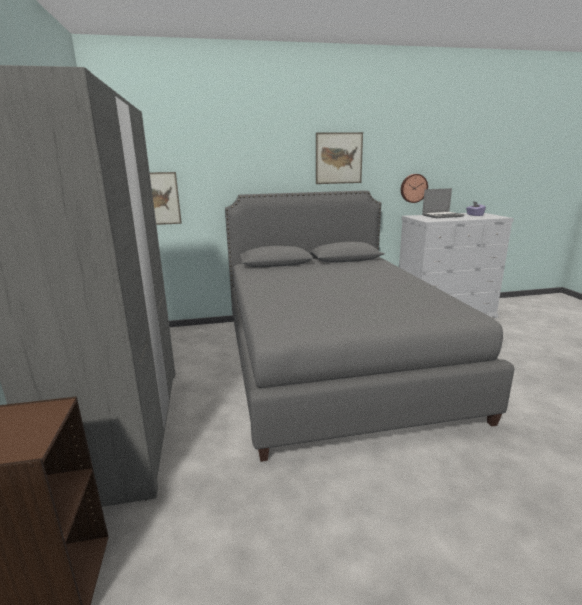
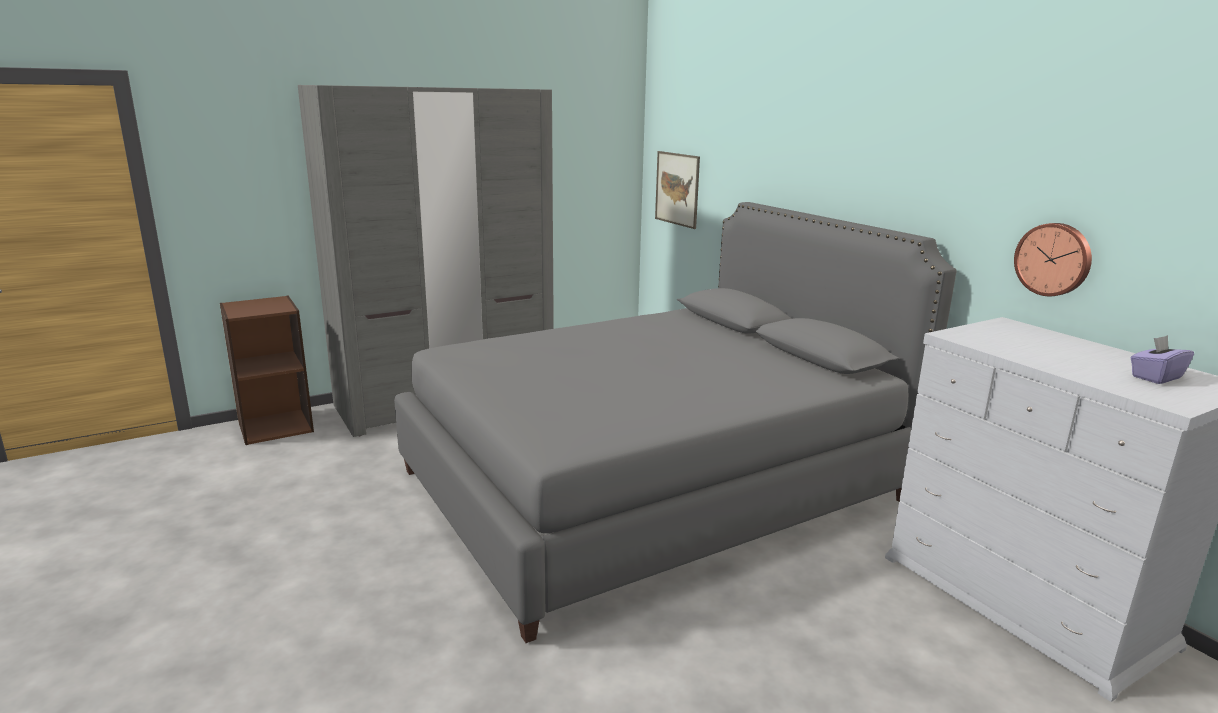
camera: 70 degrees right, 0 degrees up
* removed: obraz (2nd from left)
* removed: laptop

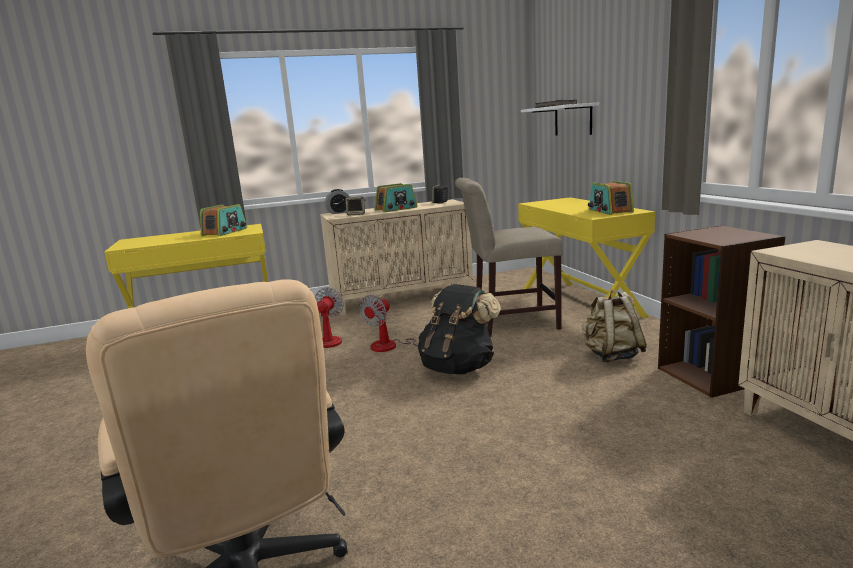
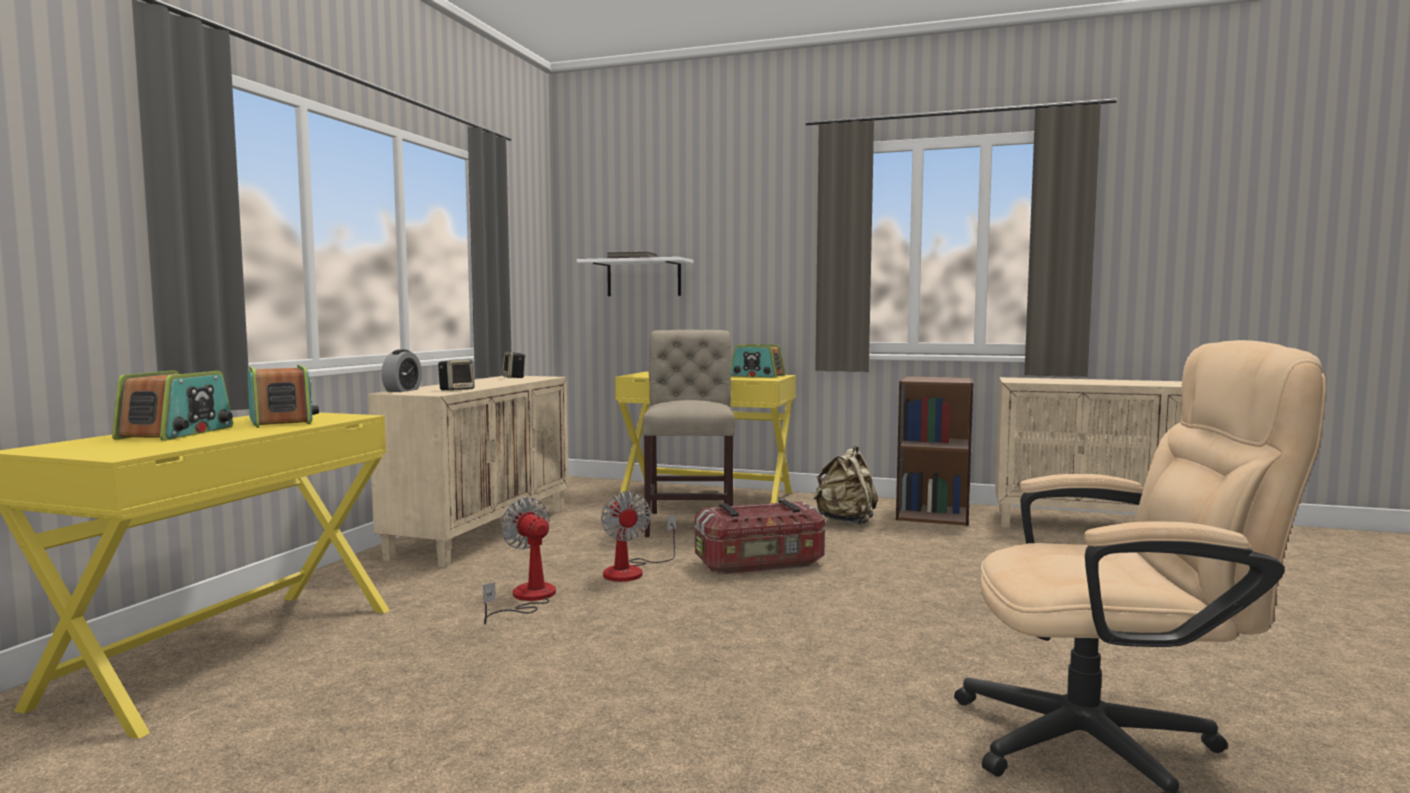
camera: 55 degrees left, 10 degrees down
* turned: krzesło (beżowy) 150 degrees clockwise
* moved: radio (2nd from left in the first image) to radio (1st from left)
* replaced: plecak (czarny) to pojemnik do przechowywania

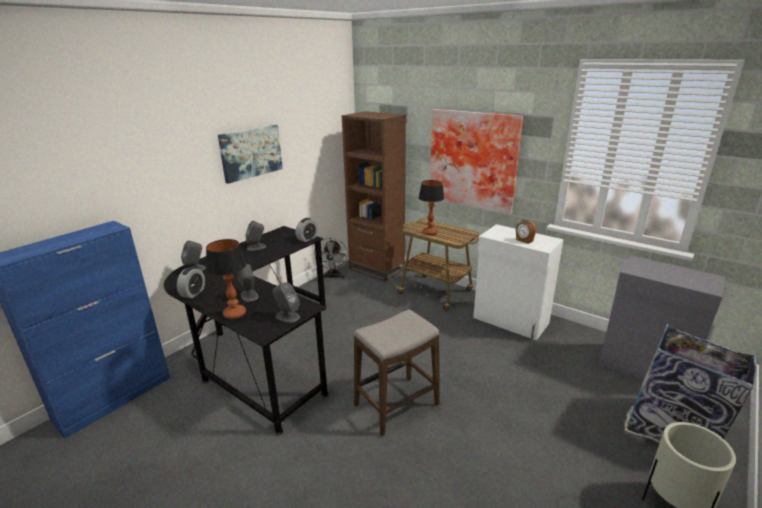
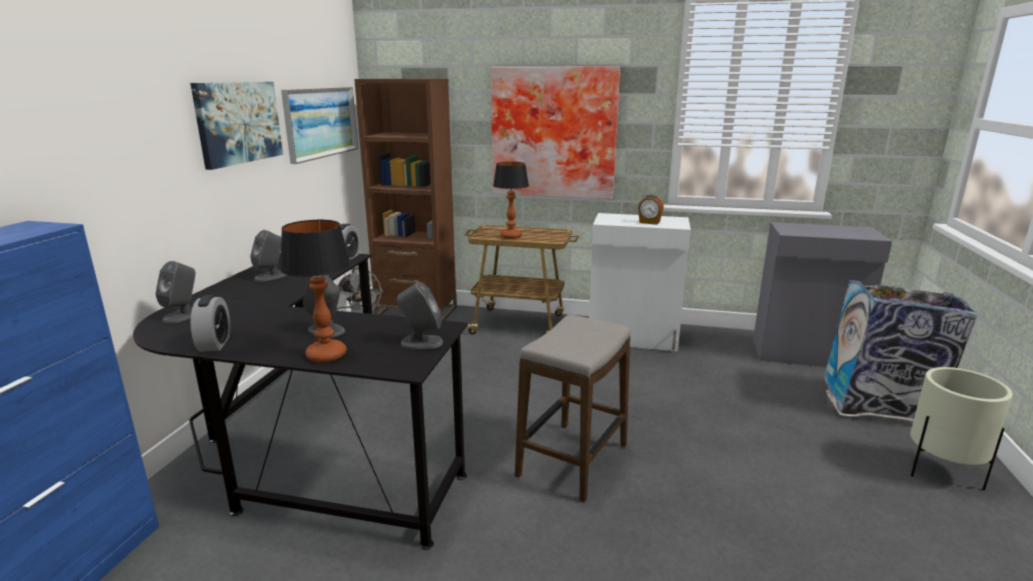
camera: 25 degrees left, 5 degrees down
* added: obraz (2nd from left)

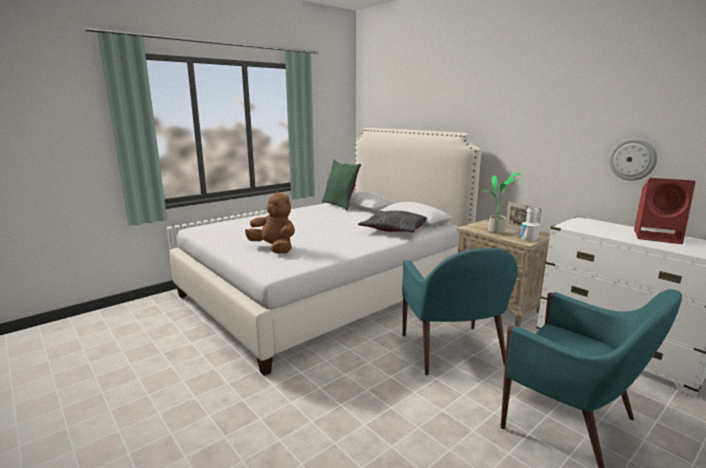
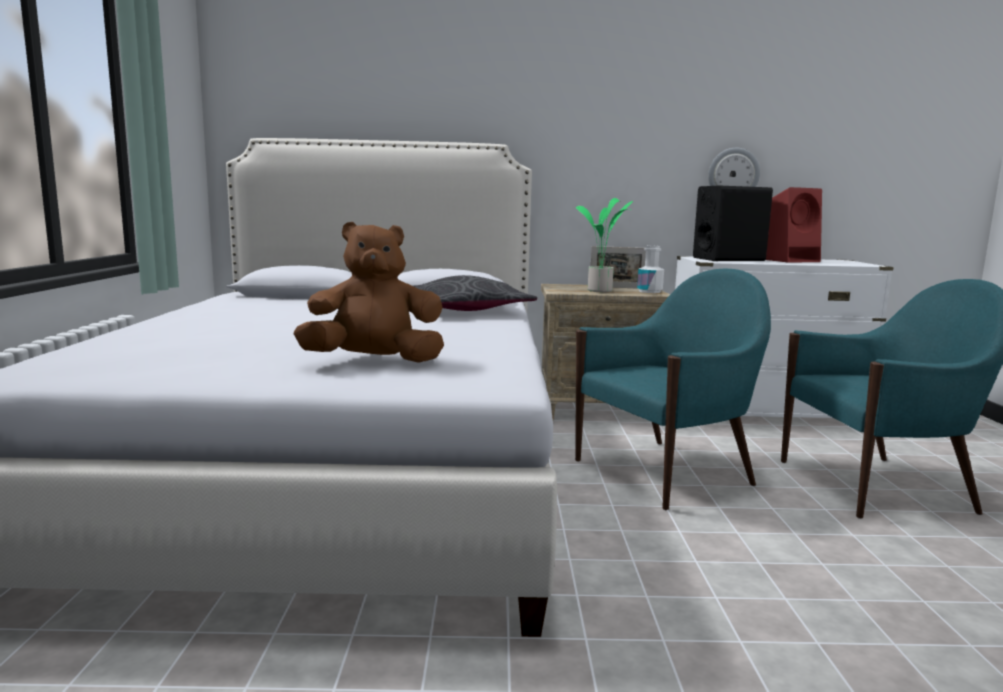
camera: 50 degrees left, 5 degrees down
* removed: poduszka (zielony)
* turned: fotel (turkusowy) (1st from left) 60 degrees counterclockwise
* added: głośnik (czarny)

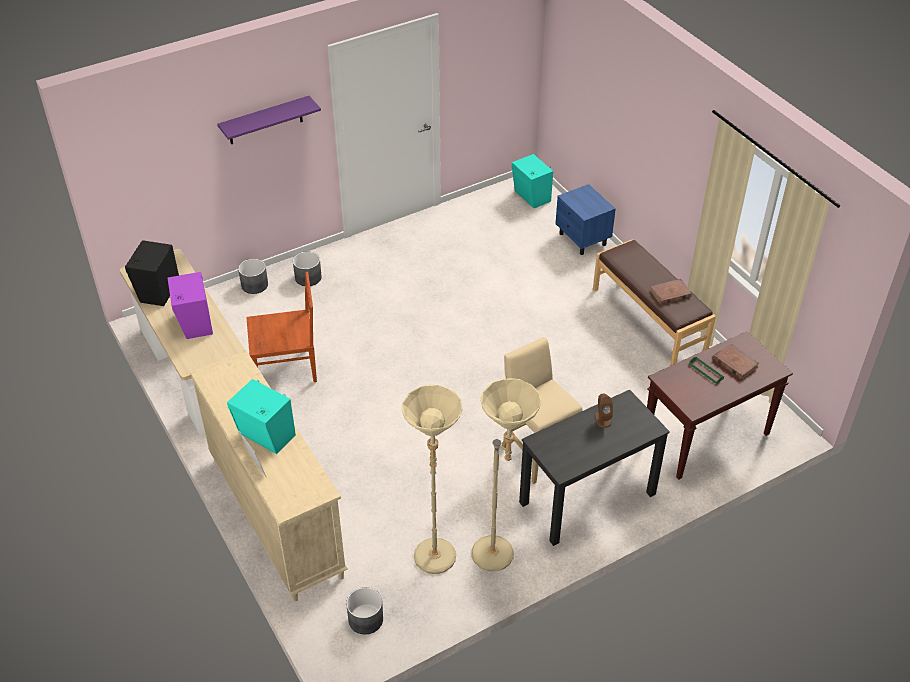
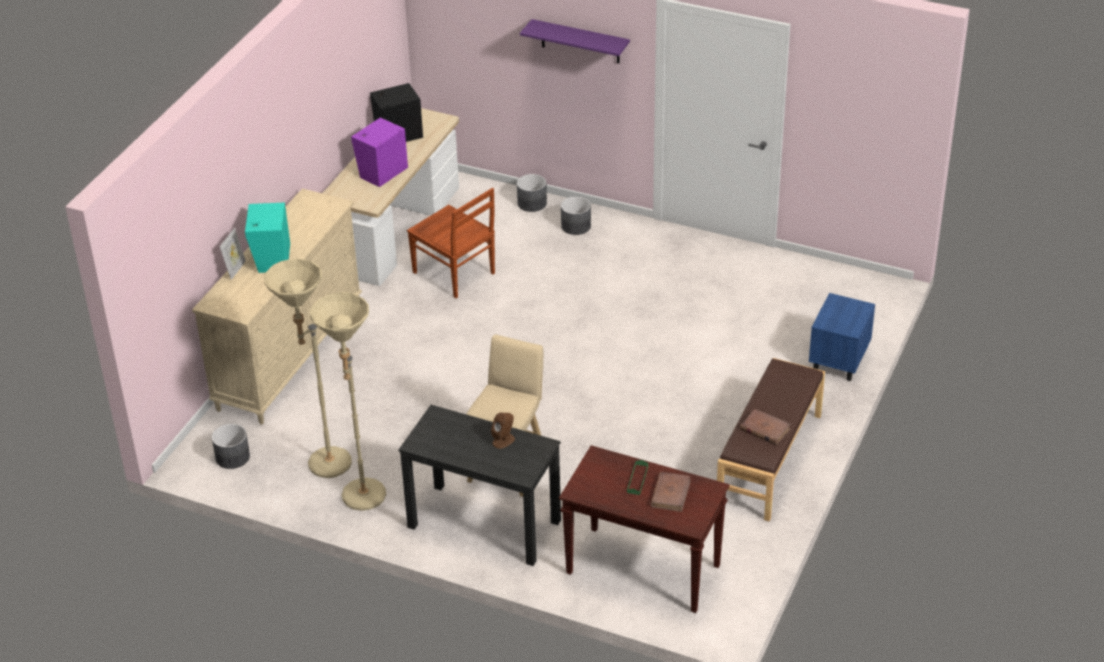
camera: 55 degrees right, 5 degrees down
* removed: głośnik (turkusowy) (2nd from left)

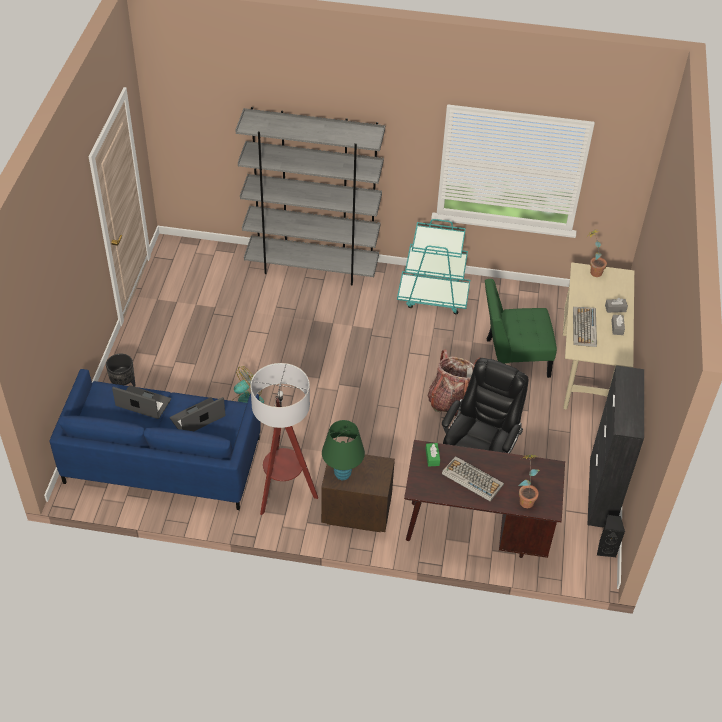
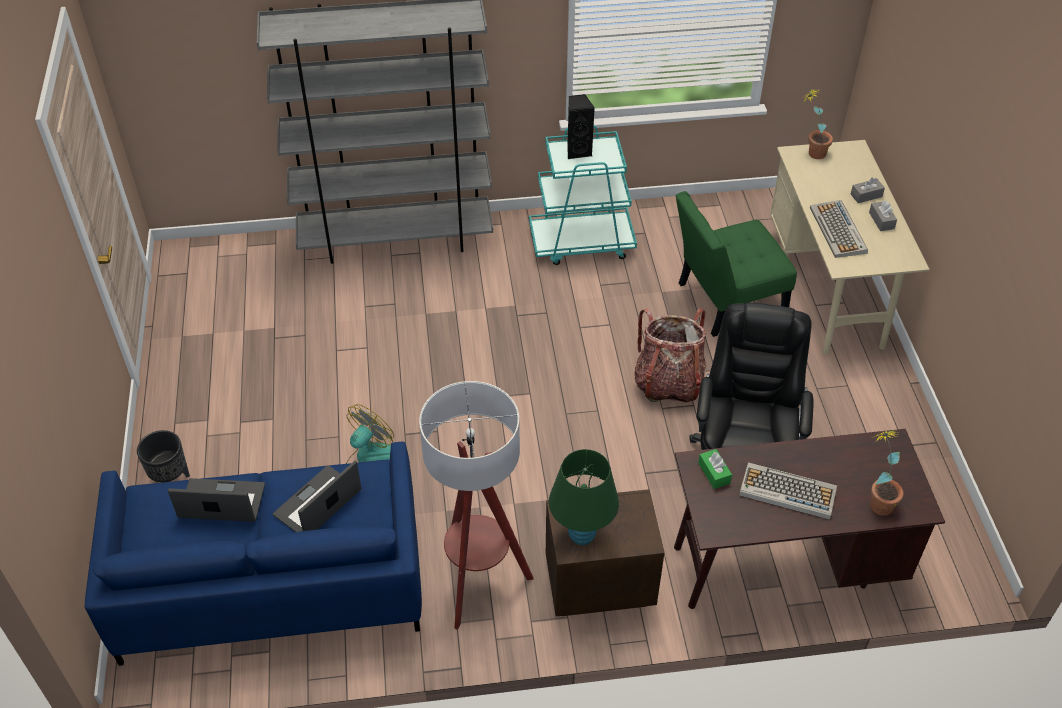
camera: 15 degrees left, 0 degrees up
* removed: szafka (czarny)
* moved: głośnik (czarny)

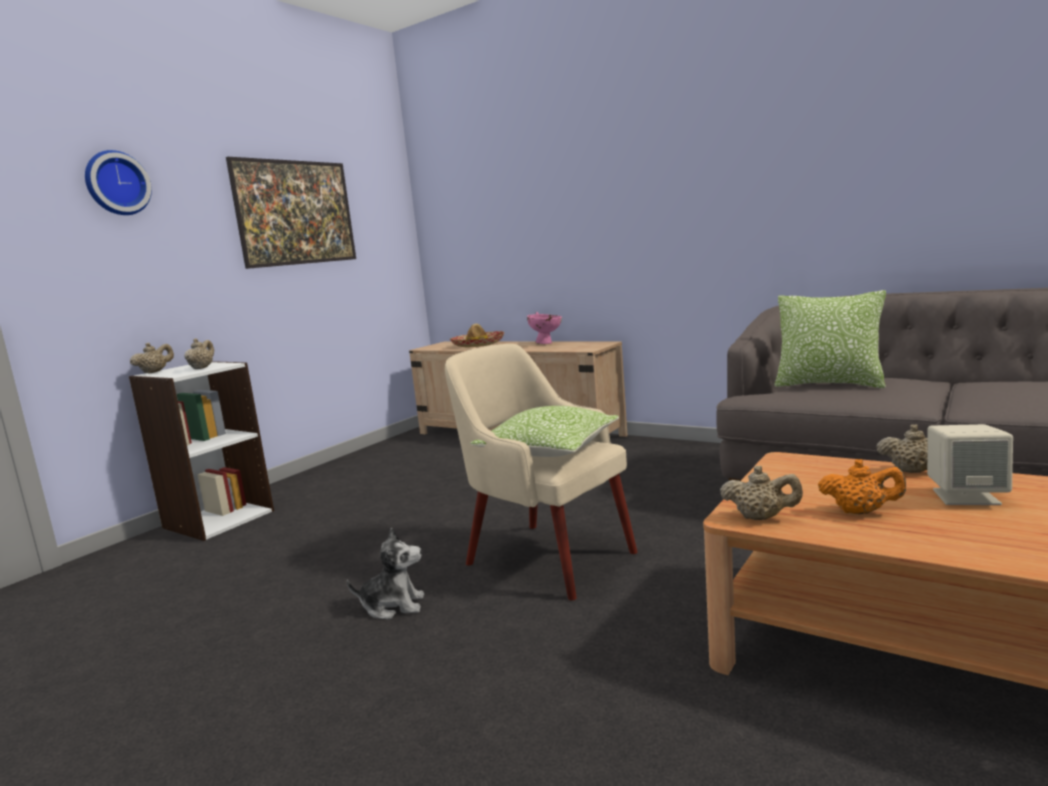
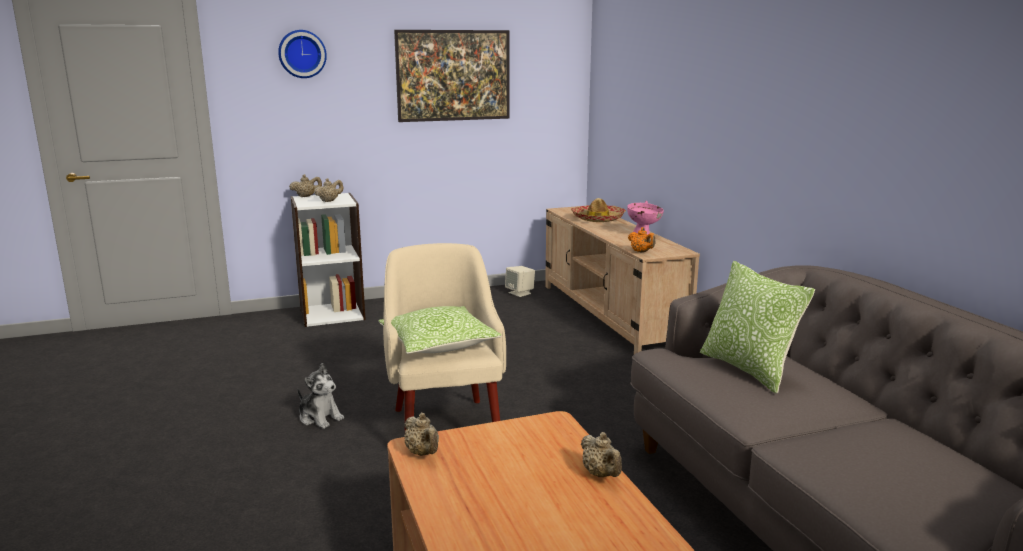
camera: 35 degrees right, 5 degrees up
* moved: głośnik (beżowy)
* moved: imbryk (pomarańczowy)

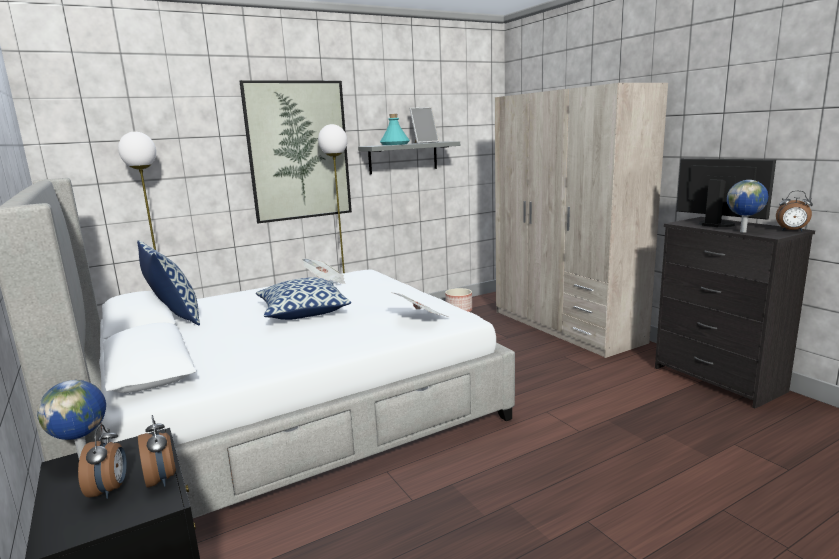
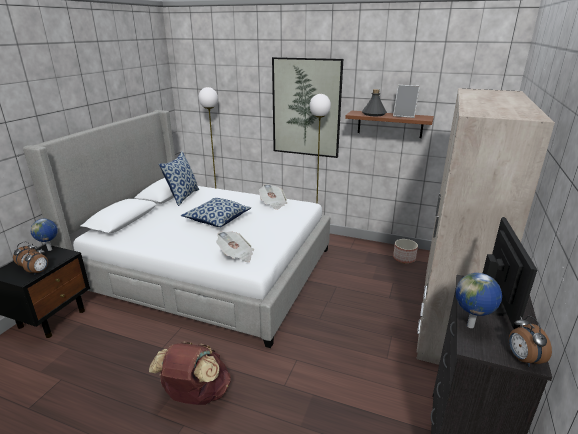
camera: 50 degrees right, 10 degrees up
* recoloured: butelka (turkusowy) to butelka (szary)
* recoloured: półka (szary) to półka (brązowy)
* added: plecak (brązowy)

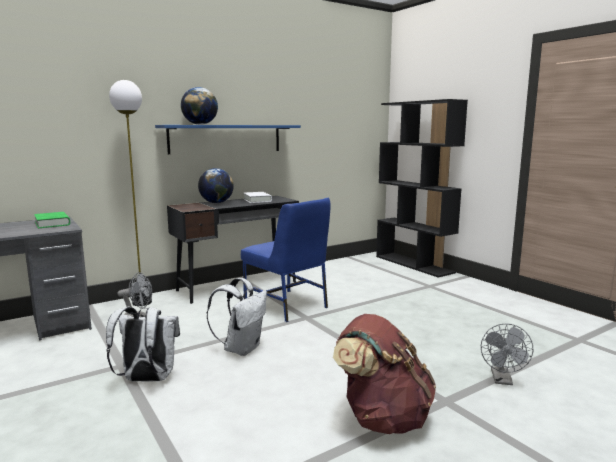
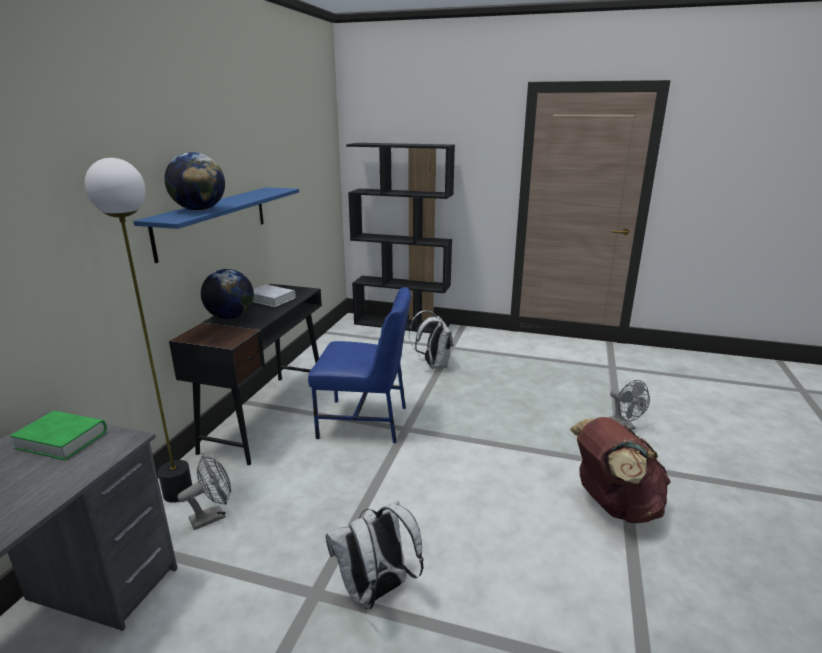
camera: 40 degrees left, 10 degrees up
* moved: plecak (biały) (2nd from left)

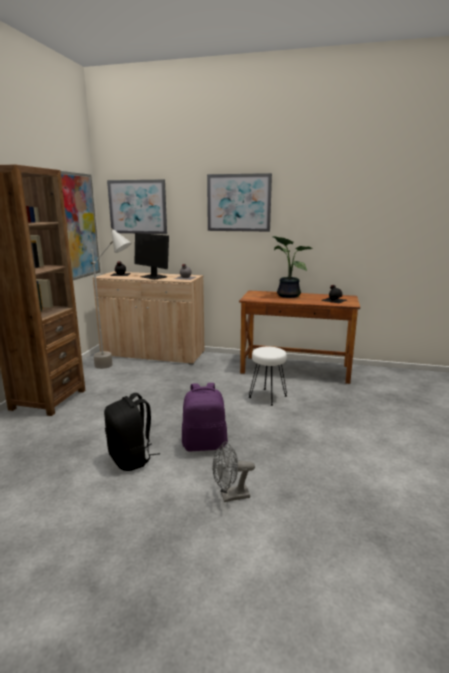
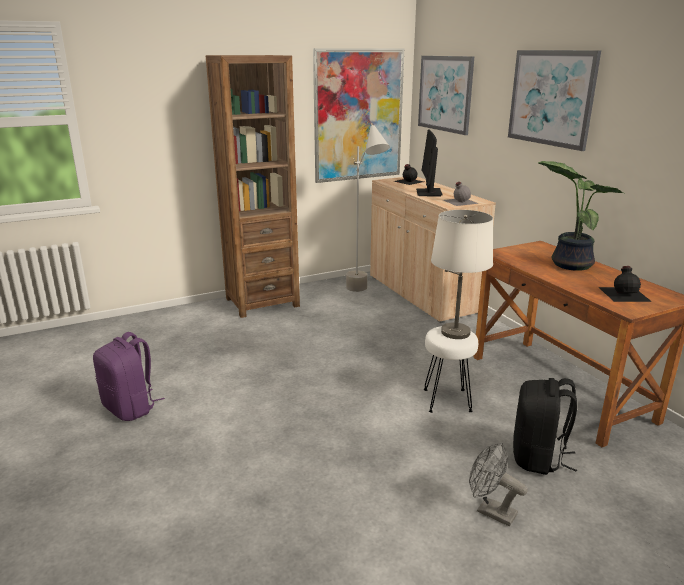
camera: 50 degrees right, 5 degrees up
* moved: plecak (fioletowy)
* moved: plecak (czarny)
* moved: wentylator (szary)
* added: lampa stołowa (biały)

